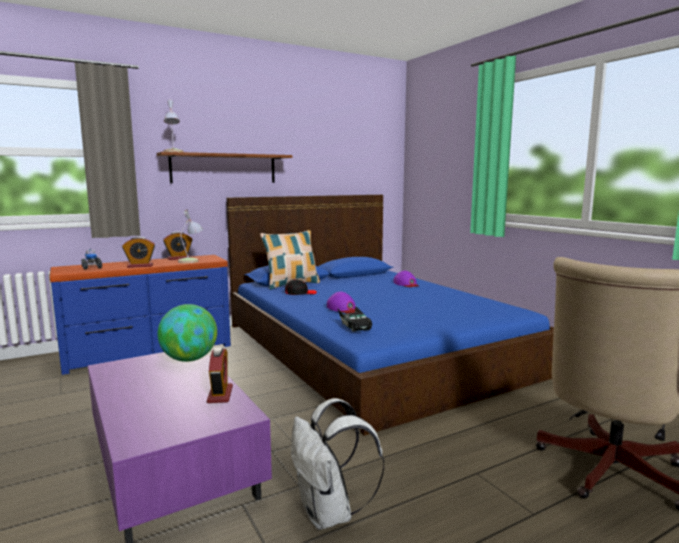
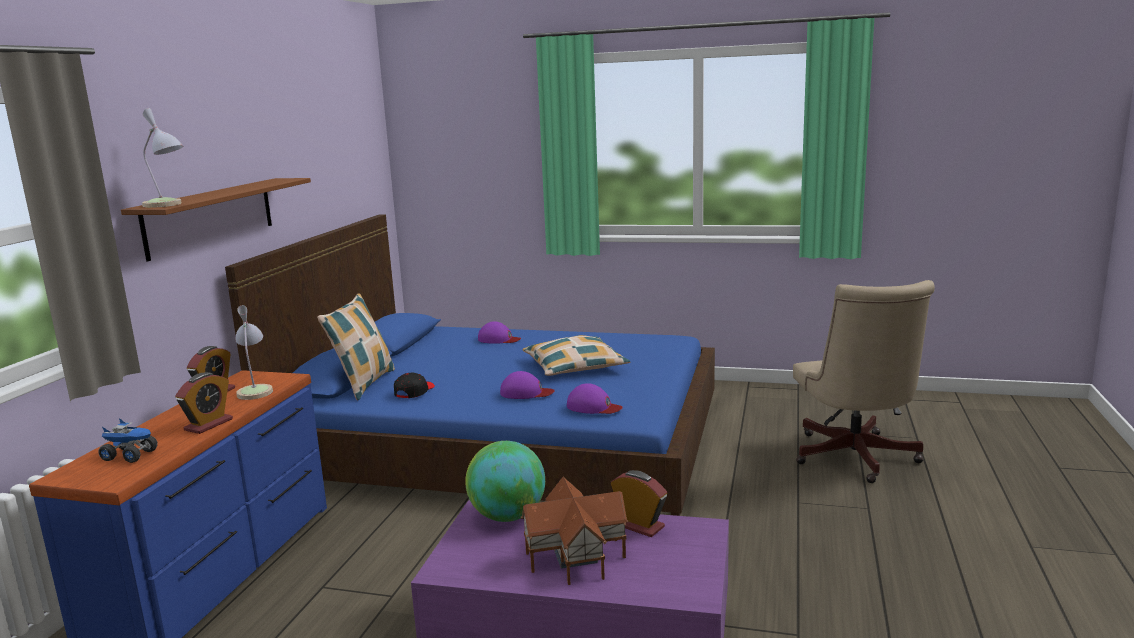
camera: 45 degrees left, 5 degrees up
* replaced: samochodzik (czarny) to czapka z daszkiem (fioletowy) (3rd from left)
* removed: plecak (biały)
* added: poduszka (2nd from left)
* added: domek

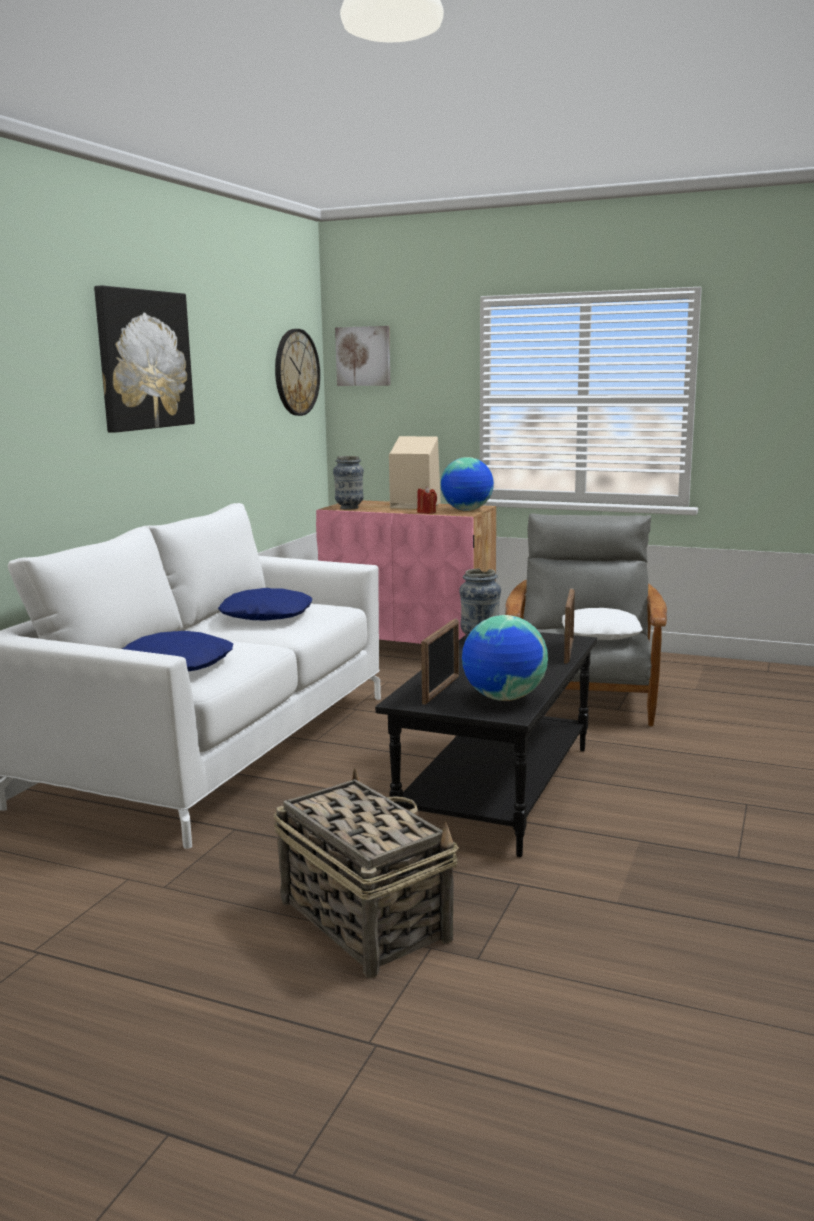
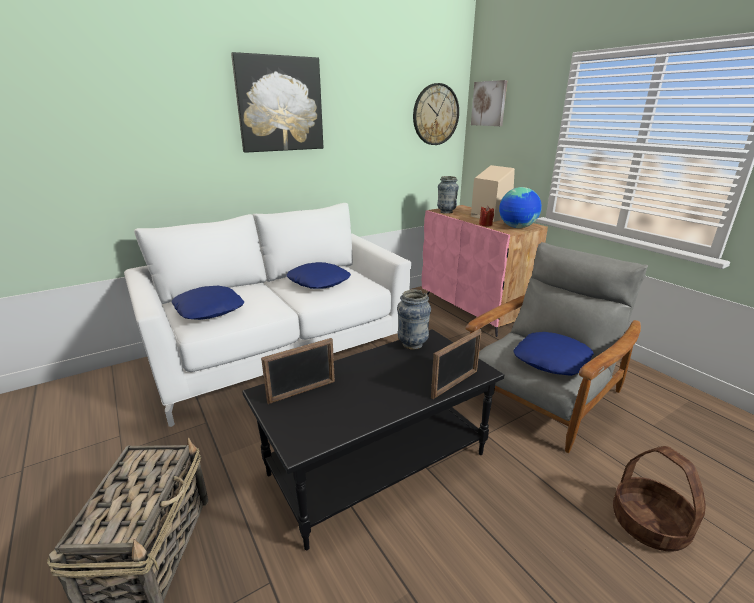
camera: 35 degrees right, 10 degrees up
* recoloured: poduszka (biały) to poduszka (niebieski) (3rd from left)
* removed: globus (2nd from left)
* added: koszyk (2nd from left)

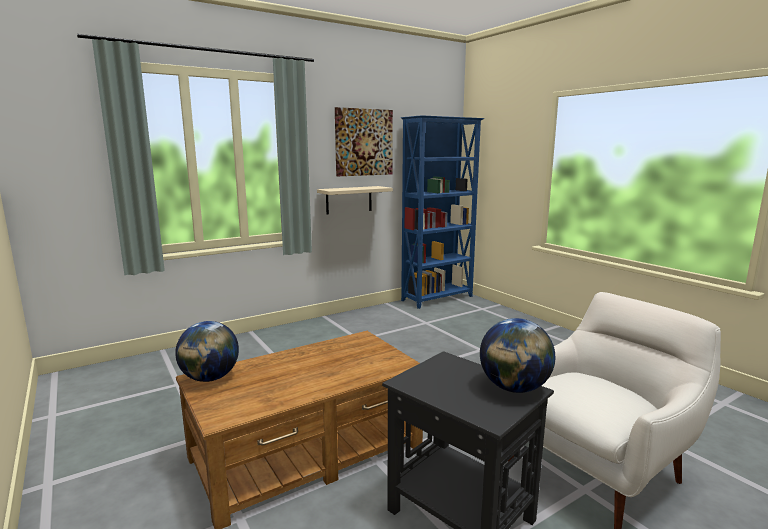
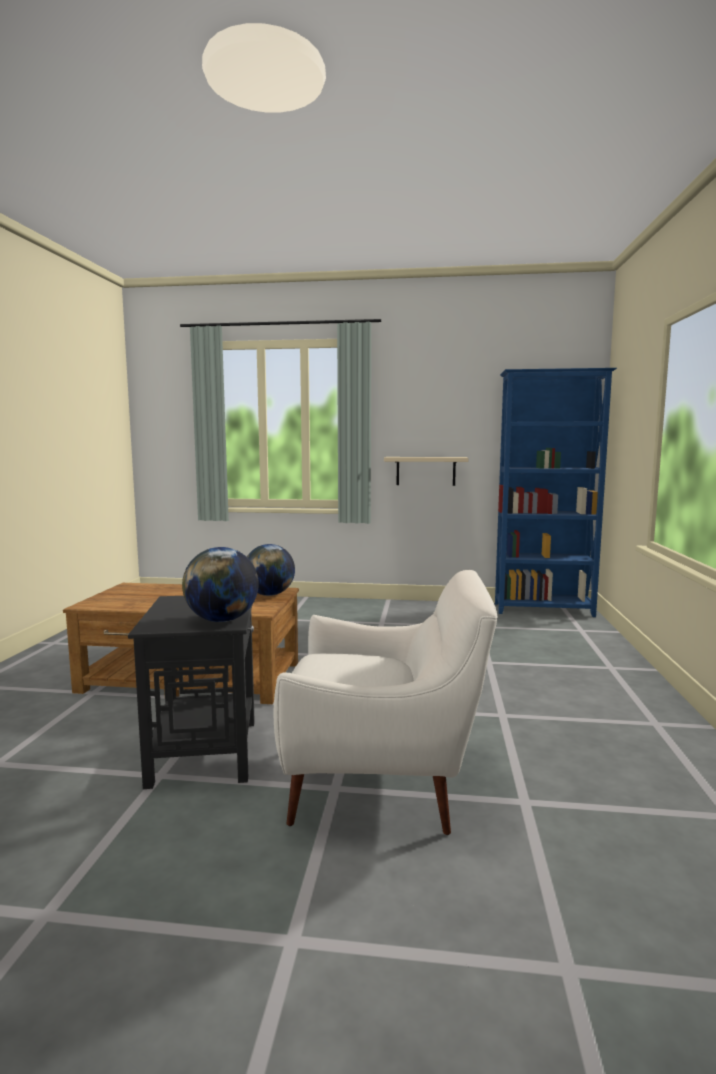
camera: 40 degrees right, 5 degrees down
* removed: obraz
* moved: globus (1st from left in the first image) to globus (2nd from left)

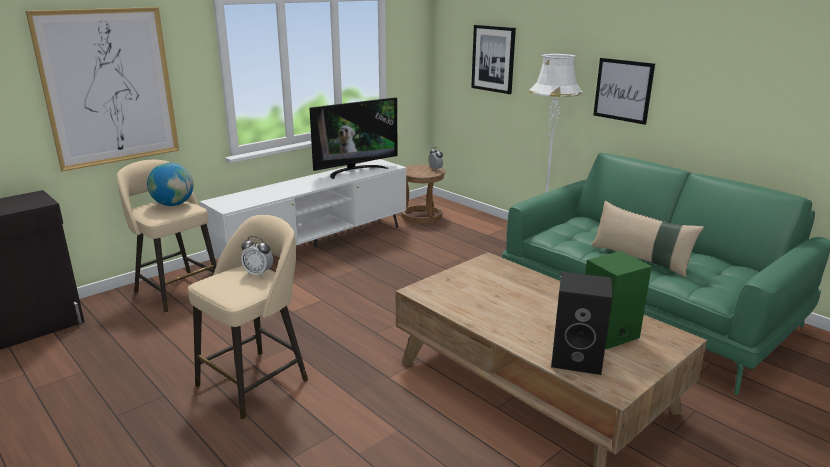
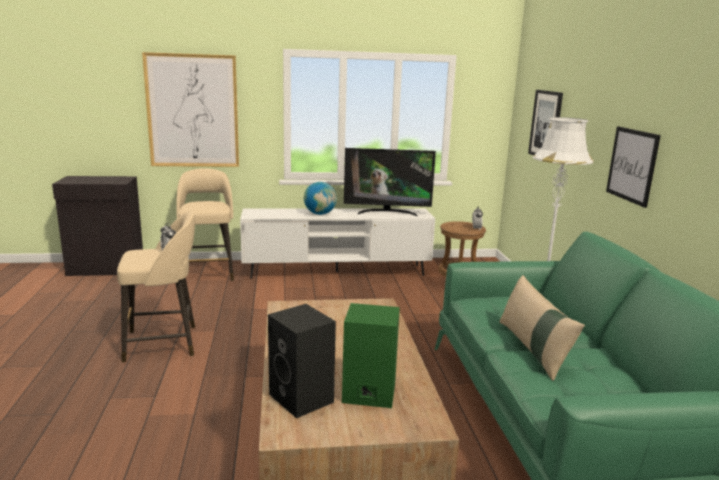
camera: 35 degrees right, 5 degrees down
* moved: globus

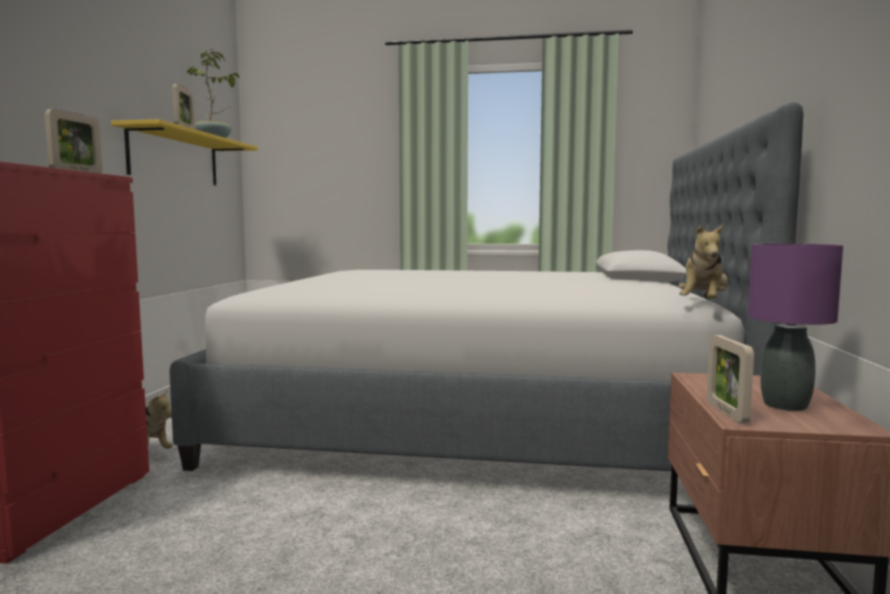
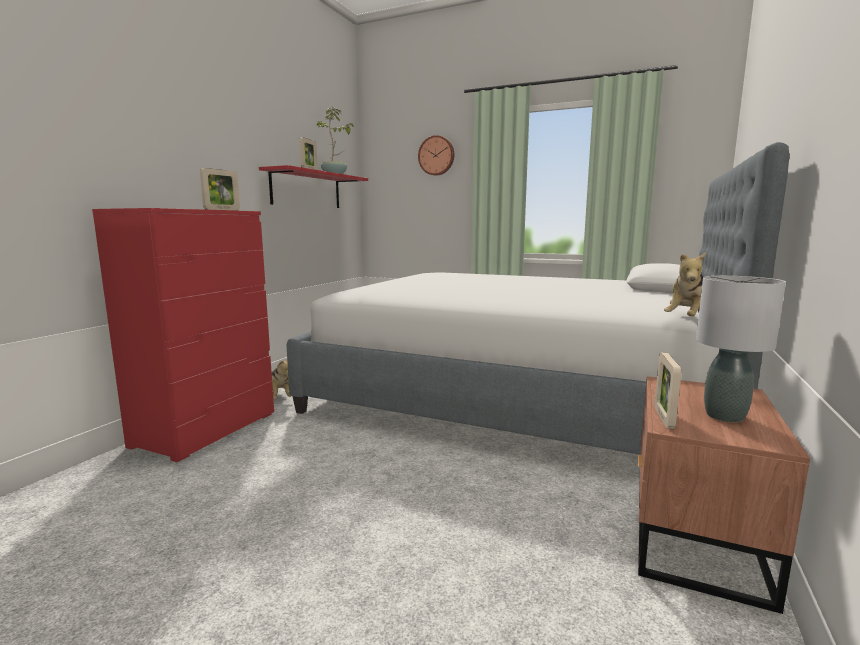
camera: 15 degrees right, 5 degrees up
* recoloured: półka (żółty) to półka (czerwony)
* recoloured: lampa stołowa (fioletowy) to lampa stołowa (szary)
* added: zegar ścienny

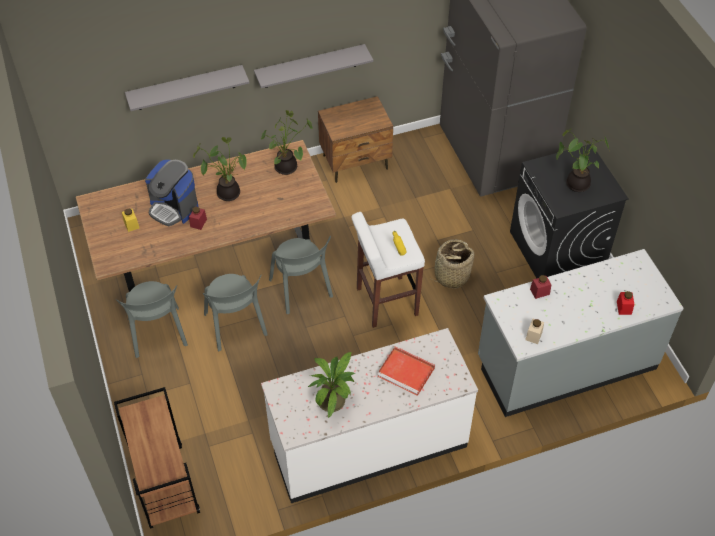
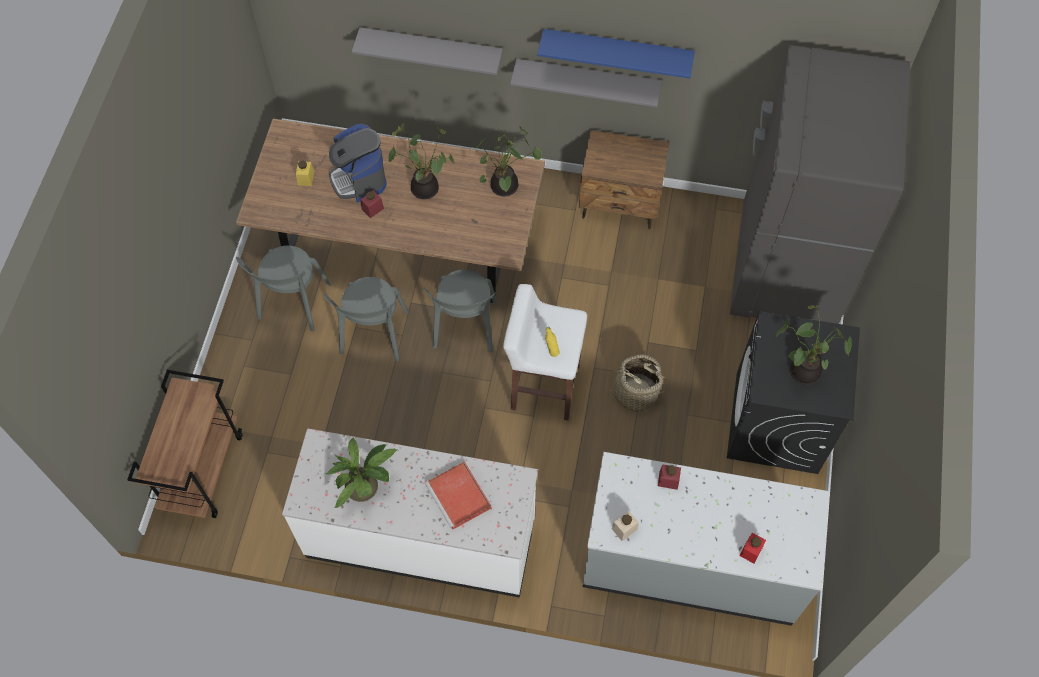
camera: 30 degrees right, 10 degrees up
* added: półka (niebieski)

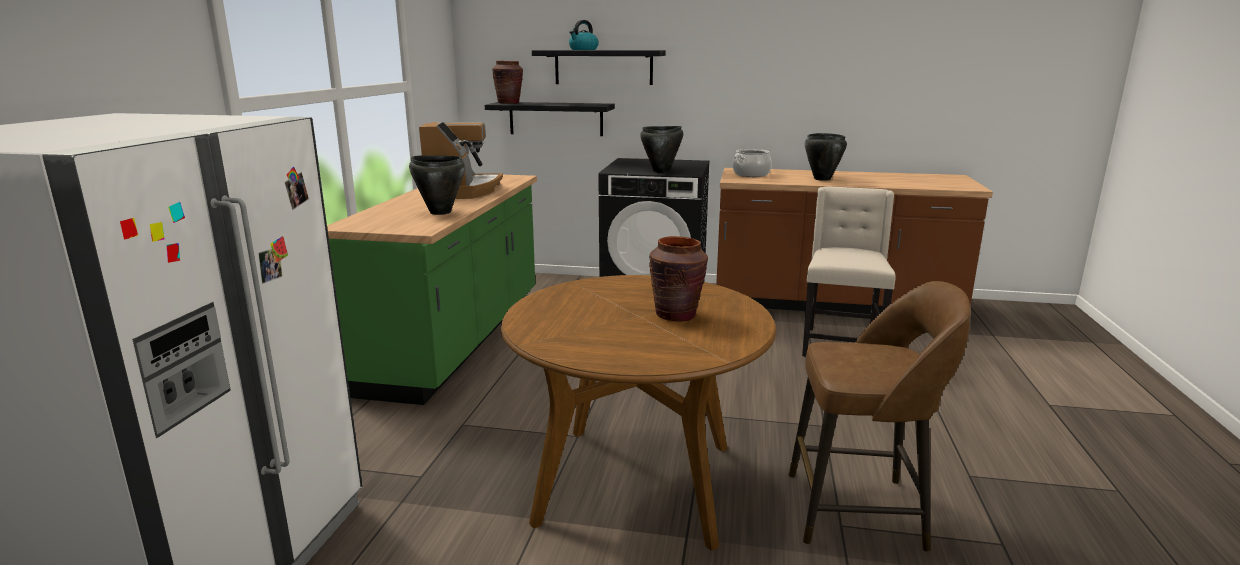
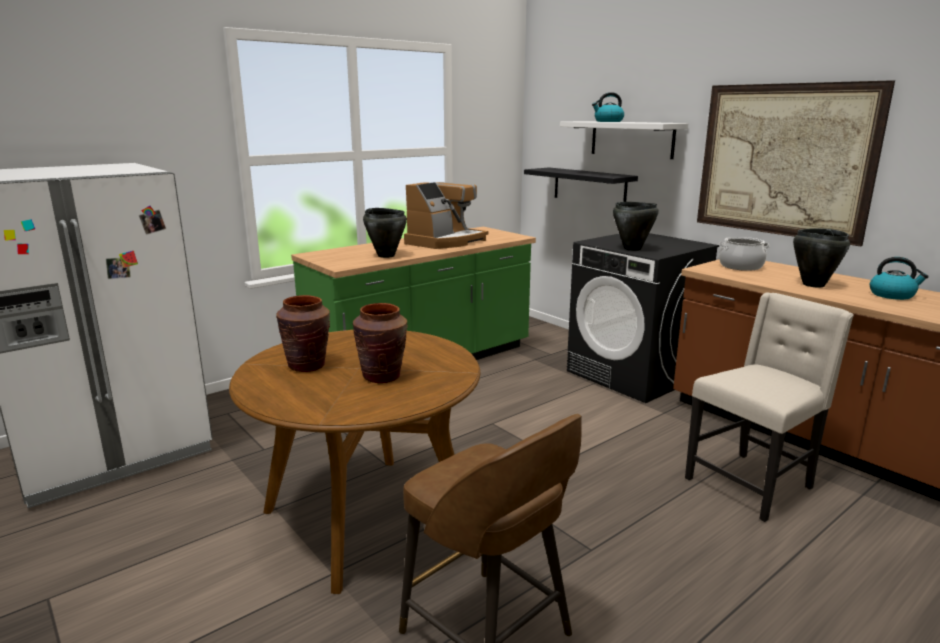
camera: 40 degrees right, 0 degrees up
* recoloured: półka (czarny) (2nd from left) to półka (biały)
* moved: wazon (brązowy) (1st from left)
* added: obraz
* added: czajnik (2nd from left)

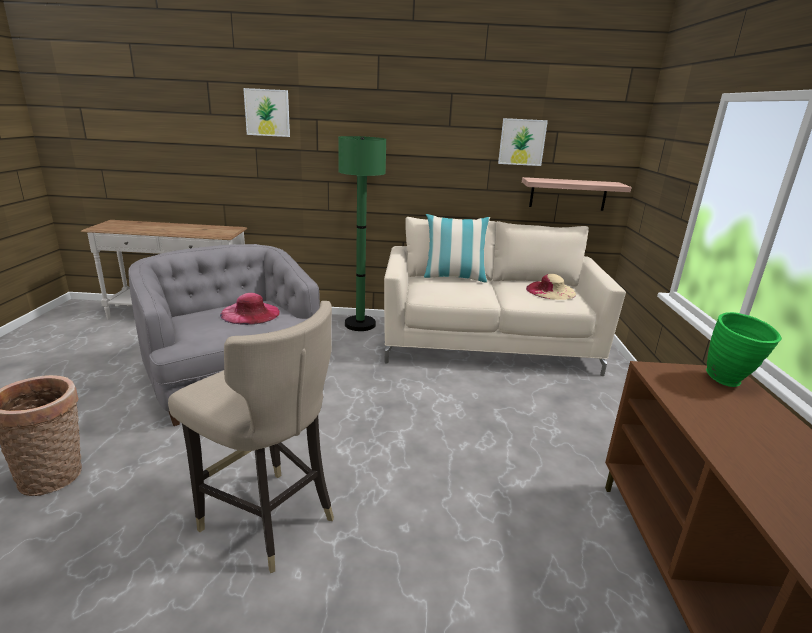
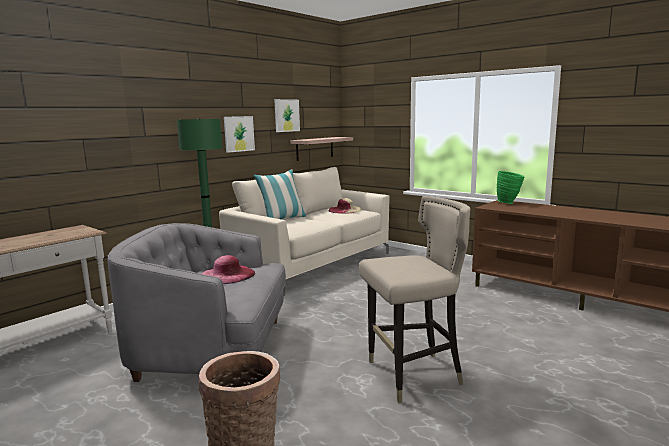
camera: 50 degrees left, 10 degrees down
* moved: obraz (1st from left)

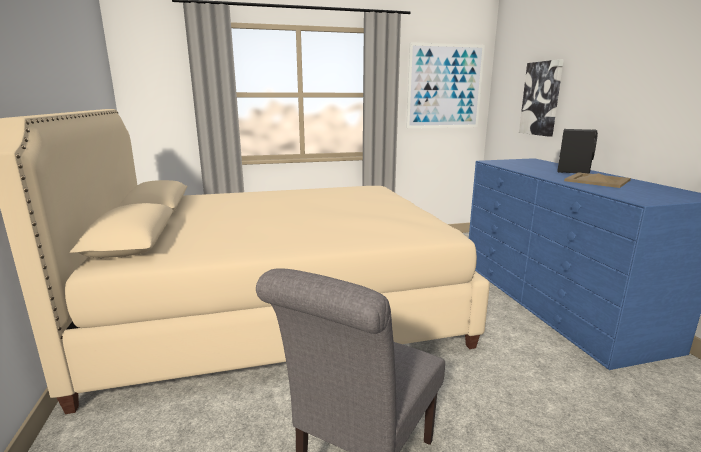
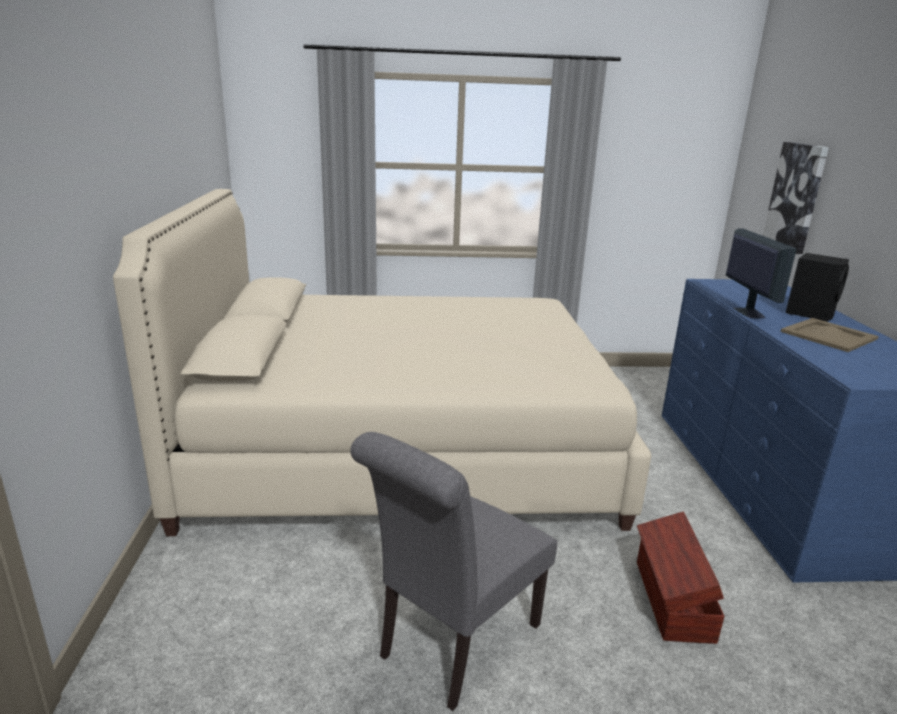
camera: 10 degrees right, 5 degrees up
* removed: obraz (1st from left)
* added: monitor
* added: pojemnik do przechowywania (brązowy)

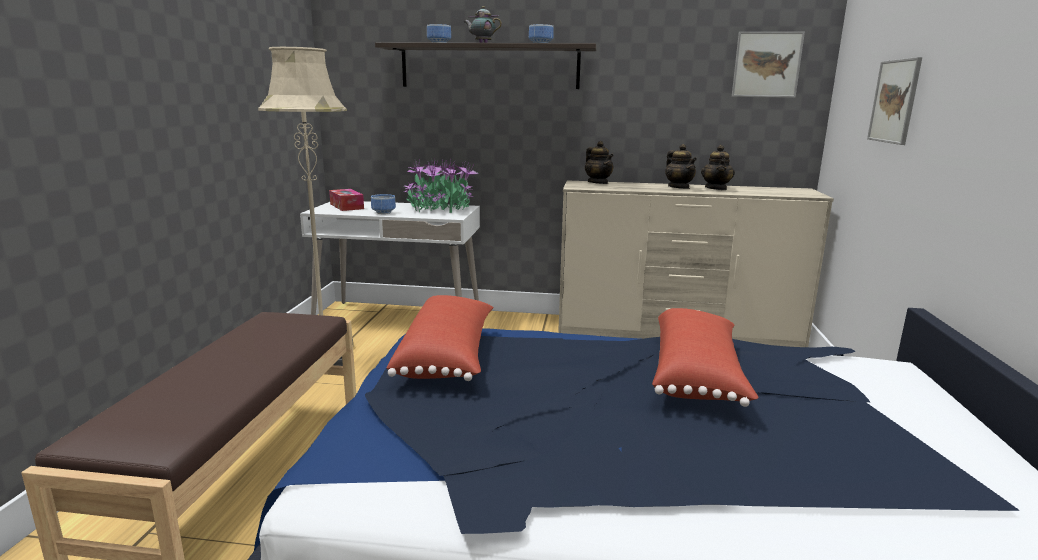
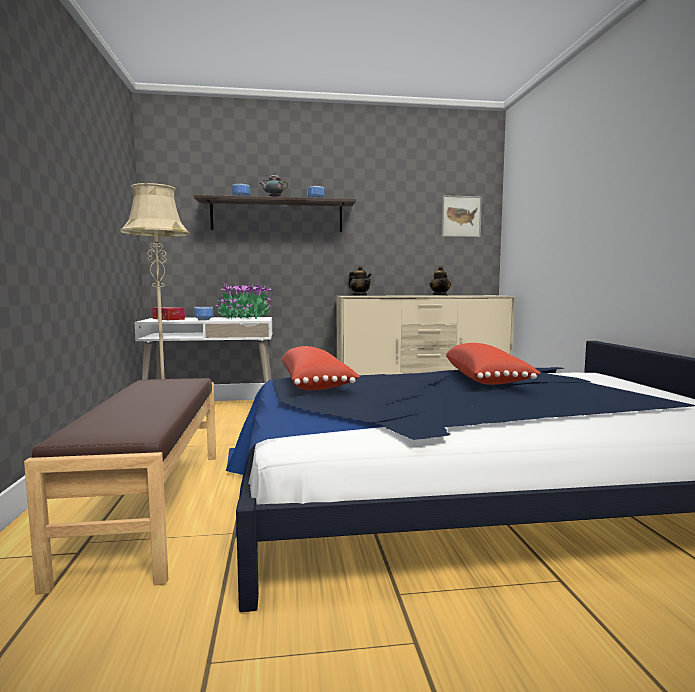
camera: 15 degrees left, 10 degrees down
* removed: obraz (2nd from left)
* removed: imbryk (3rd from left)

